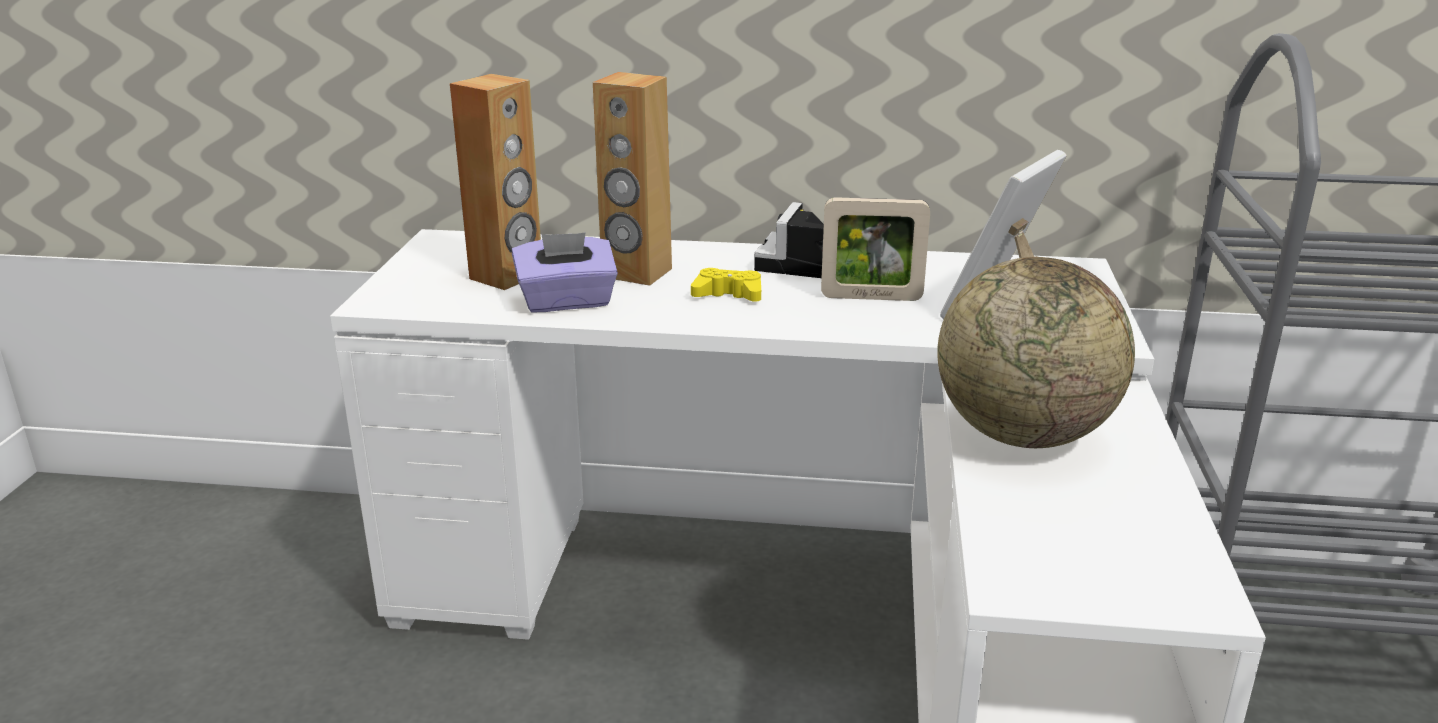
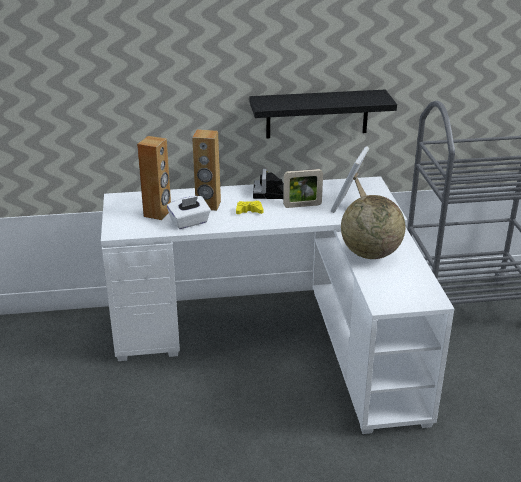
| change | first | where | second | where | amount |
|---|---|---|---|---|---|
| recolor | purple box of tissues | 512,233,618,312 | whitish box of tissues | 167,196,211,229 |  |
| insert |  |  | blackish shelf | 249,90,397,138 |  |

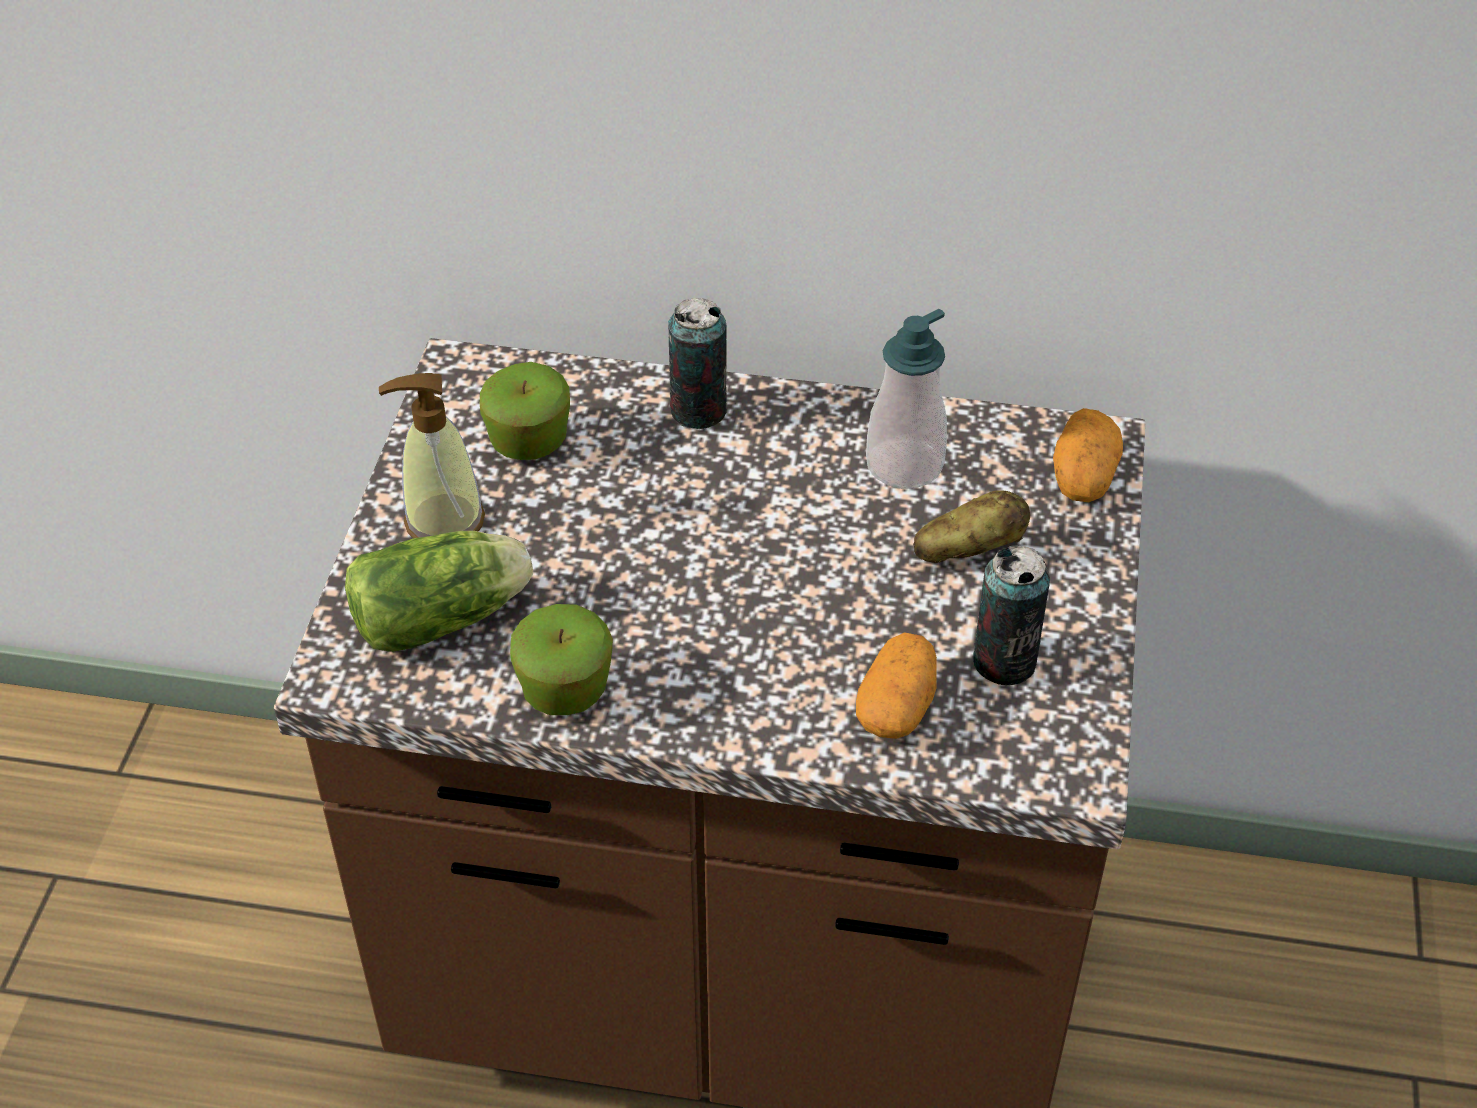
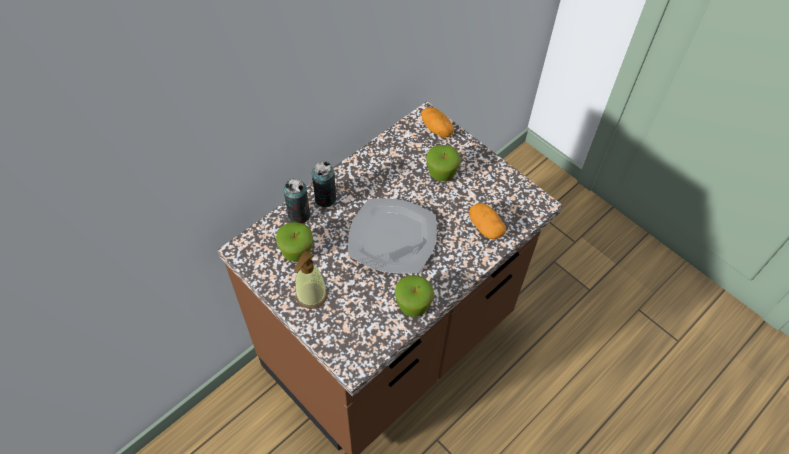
| change | first | where | second | where | amount |
|---|---|---|---|---|---|
| move | sealed can | 973,545,1050,685 |  | 284,178,310,223 |  |
| insert |  |  | plate | 348,199,437,274 |  |
| replace | whole potato | 913,490,1030,563 | whole apple | 426,145,461,181 |  |
| delete | lettuce head | 345,531,533,652 |  |  |  |
| delete | liquid soap bottle | 866,309,947,489 |  |  |  |

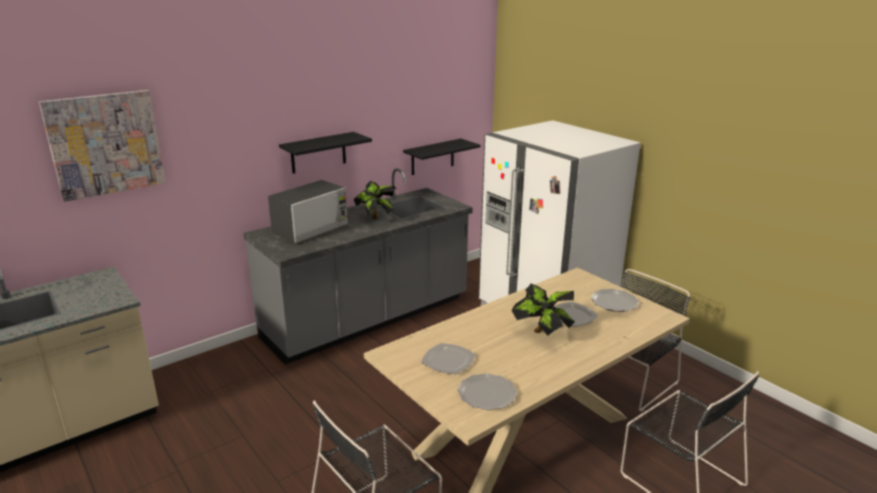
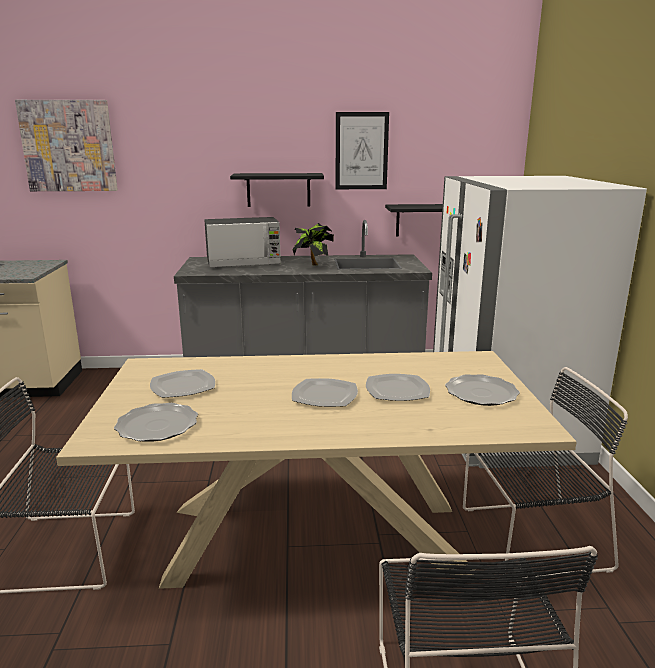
| change | first | where | second | where | amount |
|---|---|---|---|---|---|
| replace | potted plant | 511,284,575,336 | plate | 292,378,358,407 |  |
| insert |  |  | wall picture | 336,112,389,189 |  |

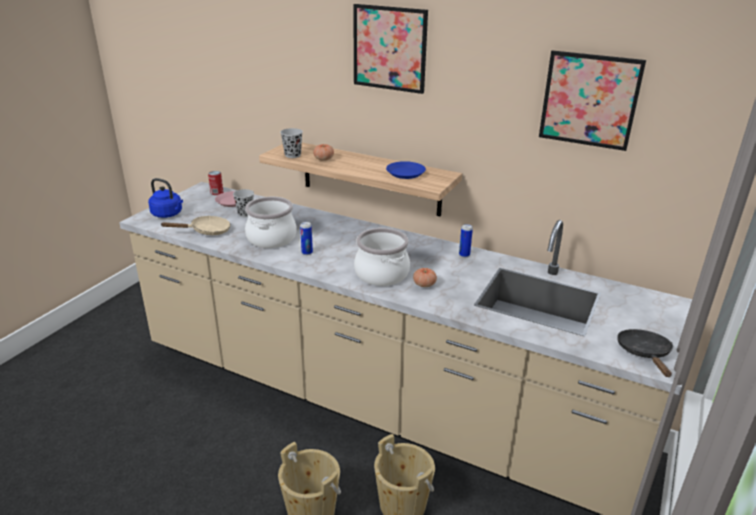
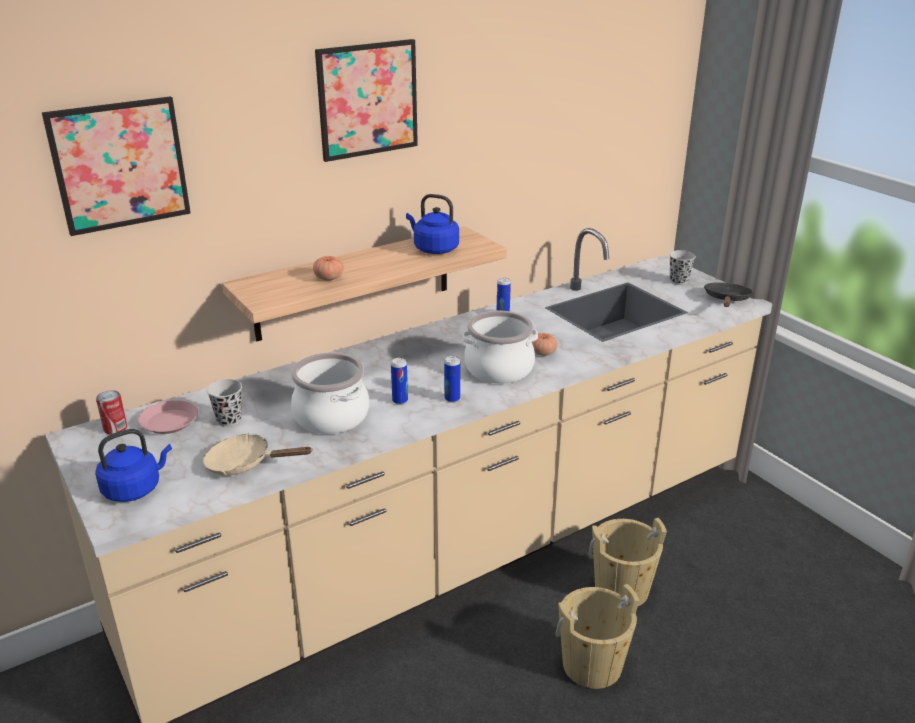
| change | first | where | second | where | amount |
|---|---|---|---|---|---|
| move | wall picture | 539,50,646,151 |  | 42,96,191,236 |  |
| rotate | beige-coloured skillet | 160,216,231,235 |  | 203,434,313,475 | 90 degrees counterclockwise |
| replace | bluish plate | 386,161,426,179 | bluish tea kettle | 406,194,459,254 |  |
| insert |  |  | sealed can | 444,356,460,403 |  |
| move | blackish cup | 280,128,303,158 |  | 669,250,696,285 |  |
| rotate | blackish skillet | 618,329,673,377 |  | 704,282,754,307 | 75 degrees clockwise |

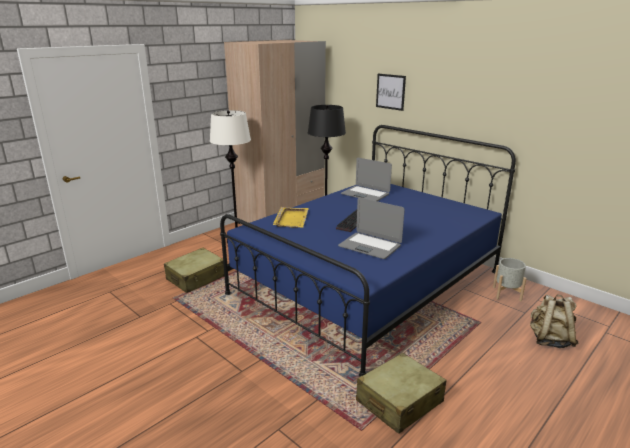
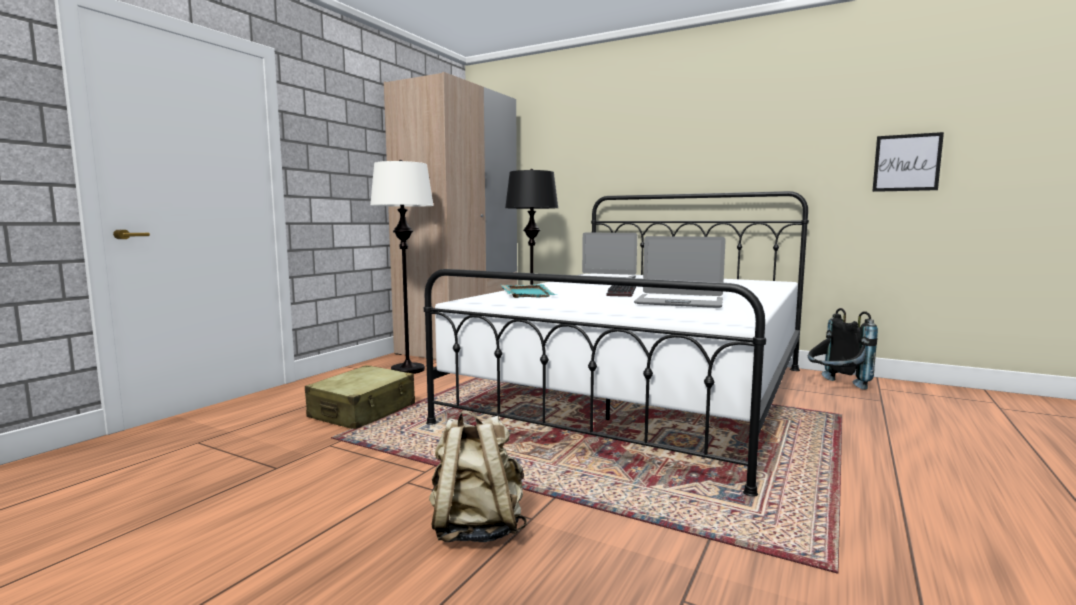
| change | first | where | second | where | amount |
|---|---|---|---|---|---|
| recolor | bluish bed | 220,125,516,377 | whitish bed | 424,191,809,497 |  |
| move | beige-coloured backpack | 530,294,578,348 |  | 429,410,527,542 |  |
| recolor | yellow serving tray | 273,207,309,228 | turquoise serving tray | 501,284,557,298 |  |
| replace | grey flower pot | 493,258,527,301 | blackish backpack | 808,308,878,390 |  |
| move | wall picture | 376,74,406,111 |  | 872,132,944,192 |  |
| delete | beige-coloured travel case | 356,353,446,434 |  |  |  |

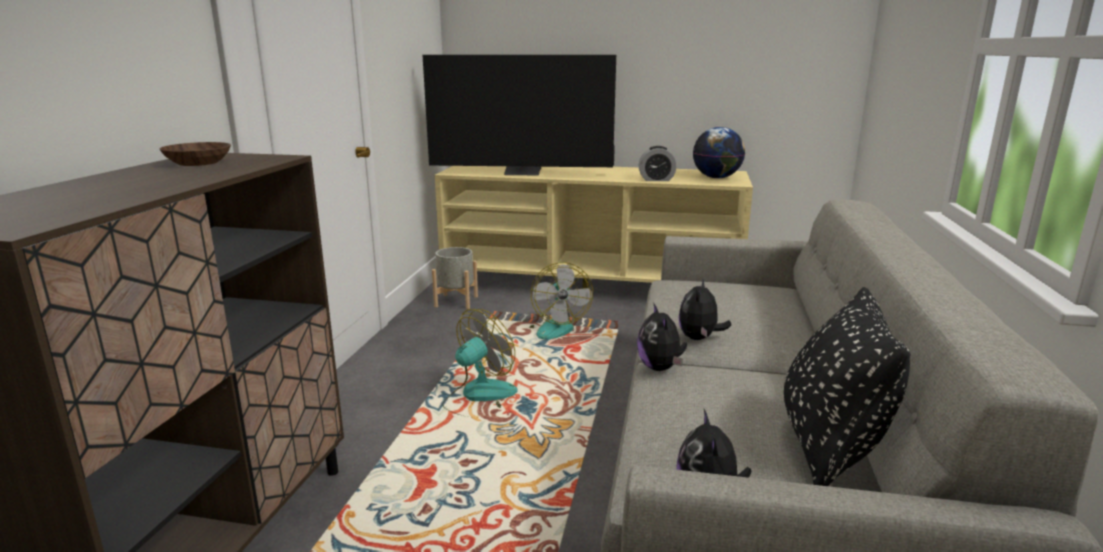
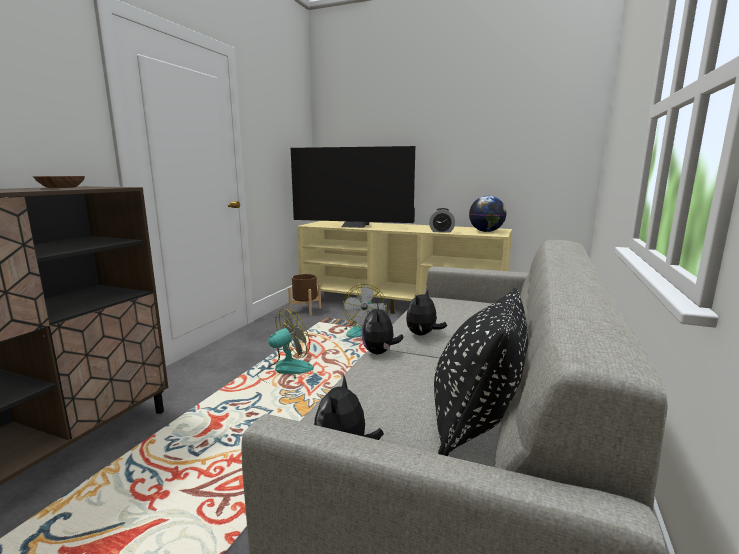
| change | first | where | second | where | amount |
|---|---|---|---|---|---|
| recolor | grey flower pot | 432,247,478,309 | brown flower pot | 288,274,321,315 |  |

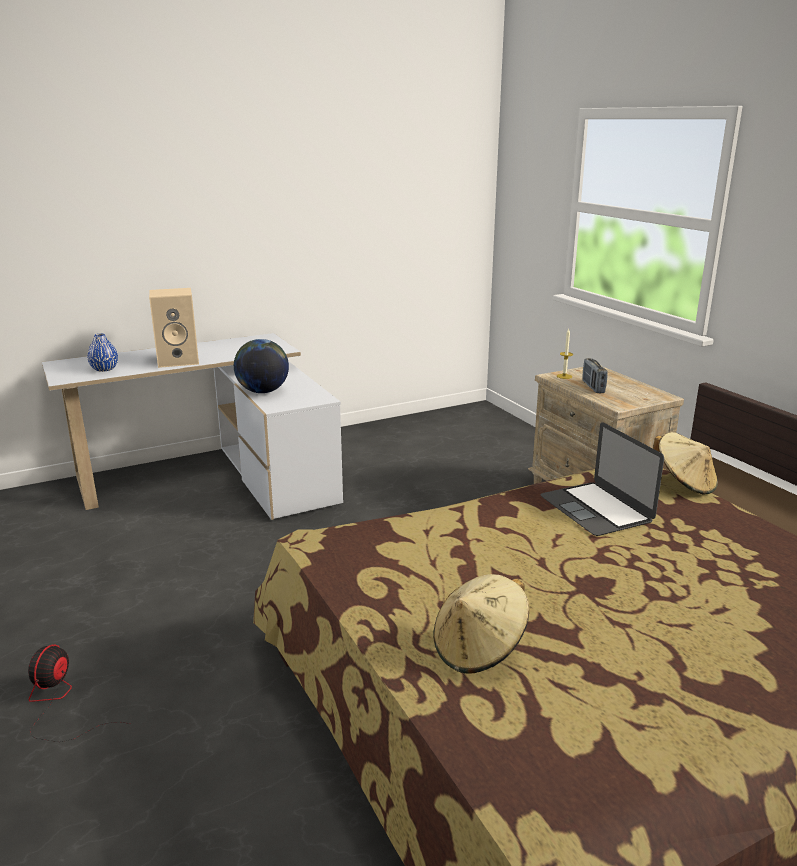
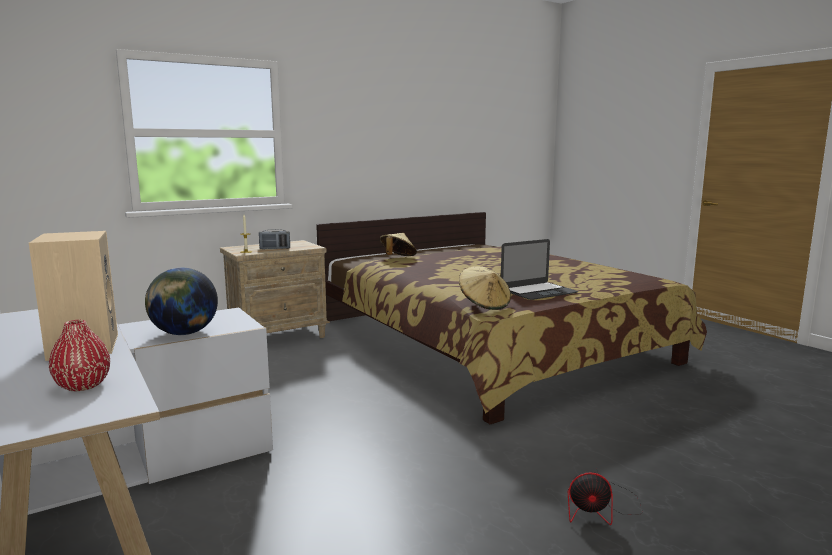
| change | first | where | second | where | amount |
|---|---|---|---|---|---|
| recolor | bluish vase | 87,334,118,372 | red-coloured vase | 49,320,110,391 |  |
| move | beige-coloured clothing hat | 433,574,529,674 |  | 459,266,511,310 |  |
| move | laptop | 541,422,664,536 |  | 501,239,578,300 |  |

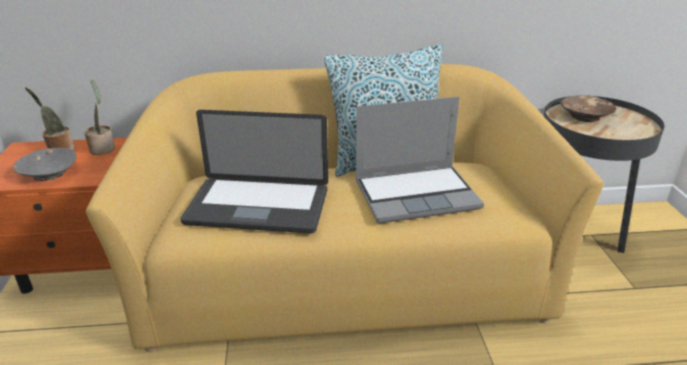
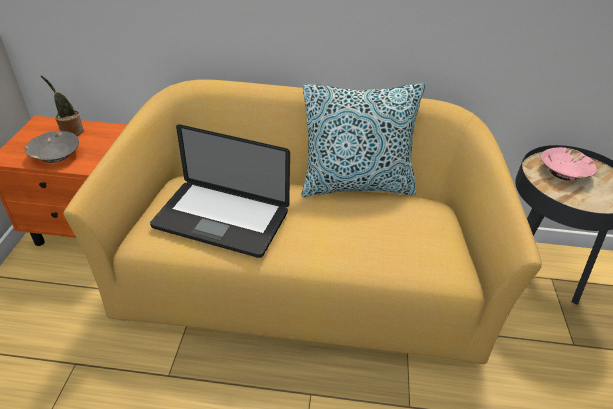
| change | first | where | second | where | amount |
|---|---|---|---|---|---|
| recolor | brown serving bowl | 560,95,616,122 | pink serving bowl | 541,147,597,181 |  |
| delete | potted plant | 84,80,115,155 |  |  |  |
| delete | laptop | 355,97,484,223 |  |  |  |

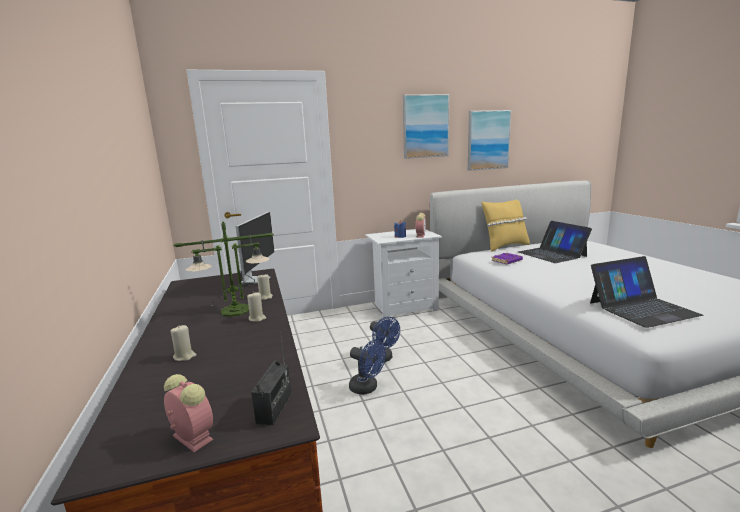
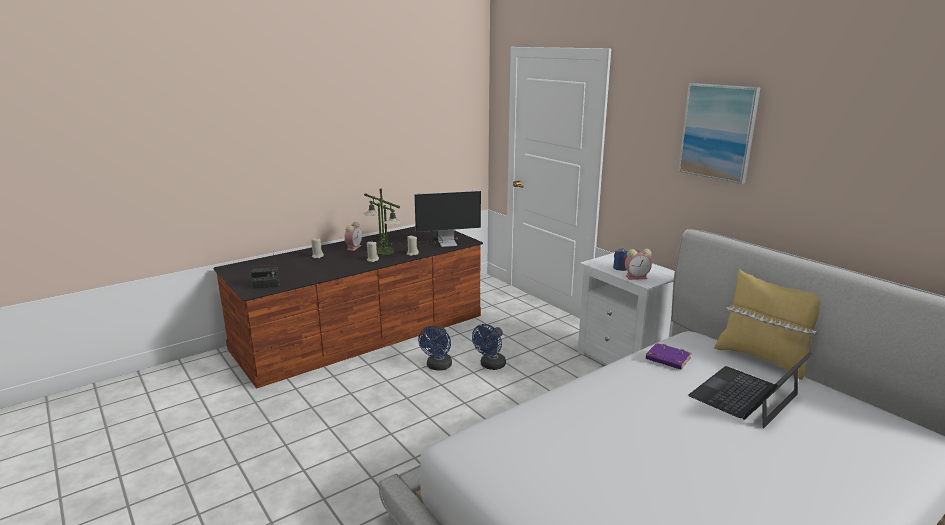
| change | first | where | second | where | amount |
|---|---|---|---|---|---|
| move | bedside clock | 164,374,213,452 |  | 345,222,362,251 |  |
| delete | wall picture | 468,110,511,171 |  |  |  |
| delete | laptop | 590,256,703,328 |  |  |  |

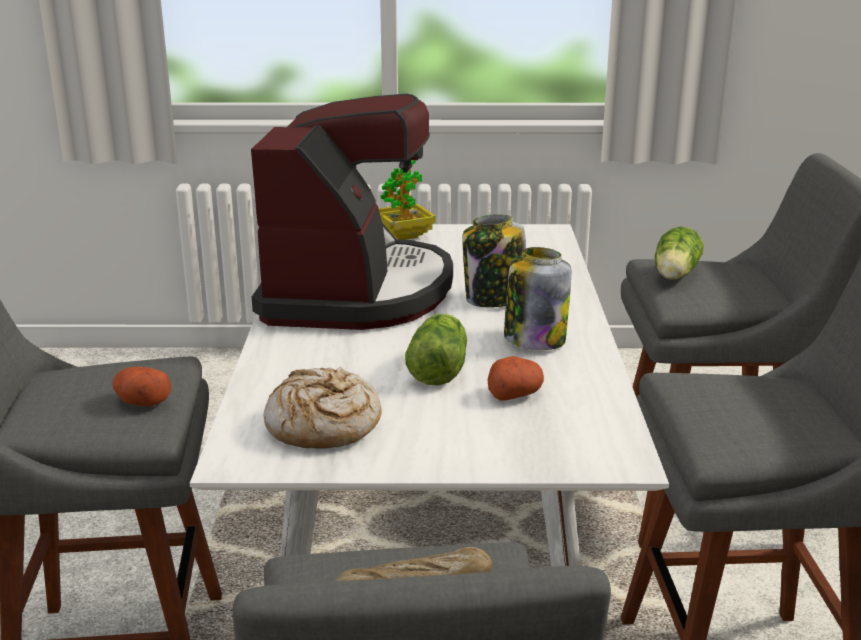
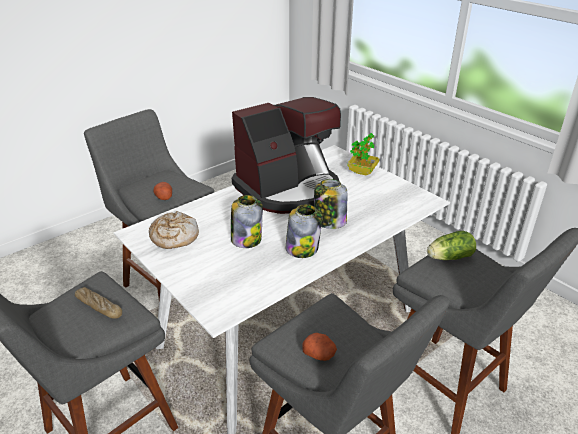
| change | first | where | second | where | amount |
|---|---|---|---|---|---|
| replace | lettuce head | 405,314,467,385 | storage jar | 231,195,263,248 |  |
| move | whole potato | 488,356,544,401 |  | 302,333,337,361 |  |

